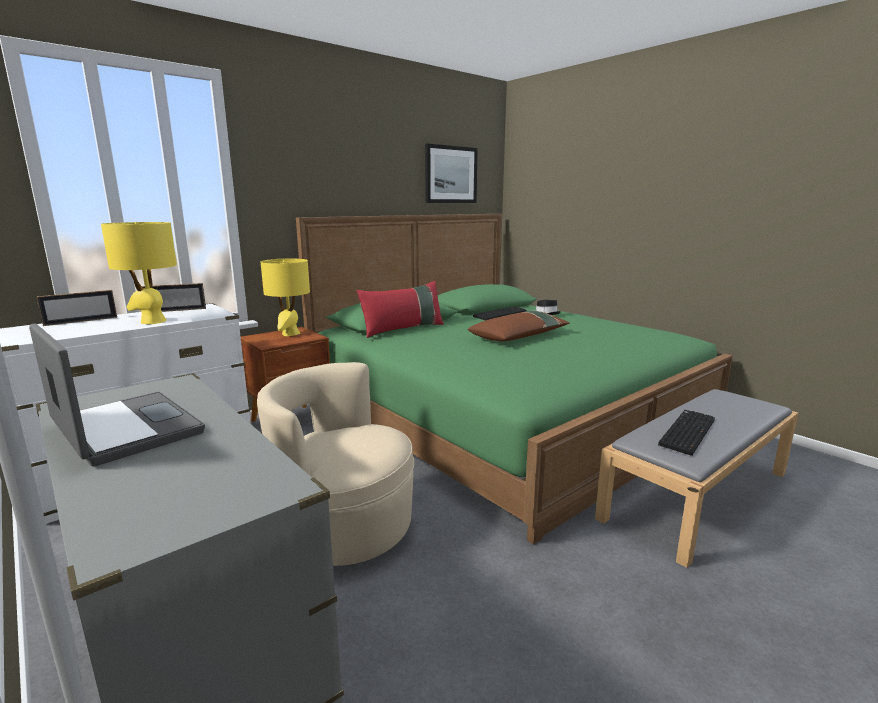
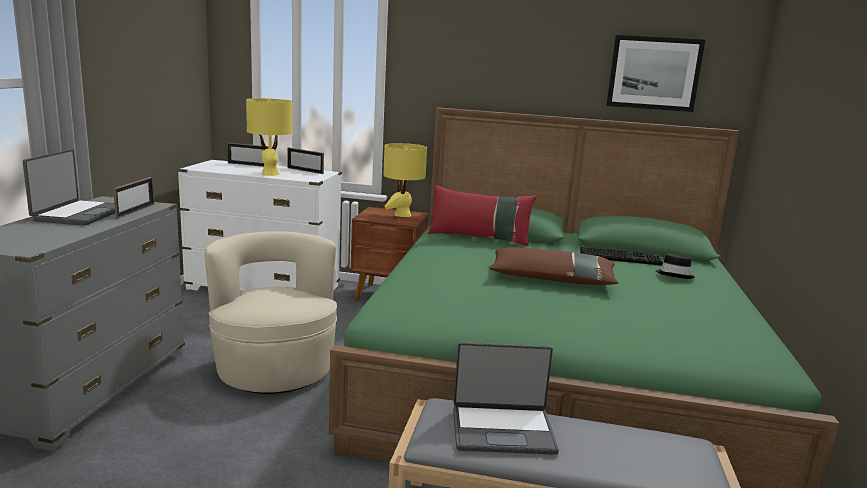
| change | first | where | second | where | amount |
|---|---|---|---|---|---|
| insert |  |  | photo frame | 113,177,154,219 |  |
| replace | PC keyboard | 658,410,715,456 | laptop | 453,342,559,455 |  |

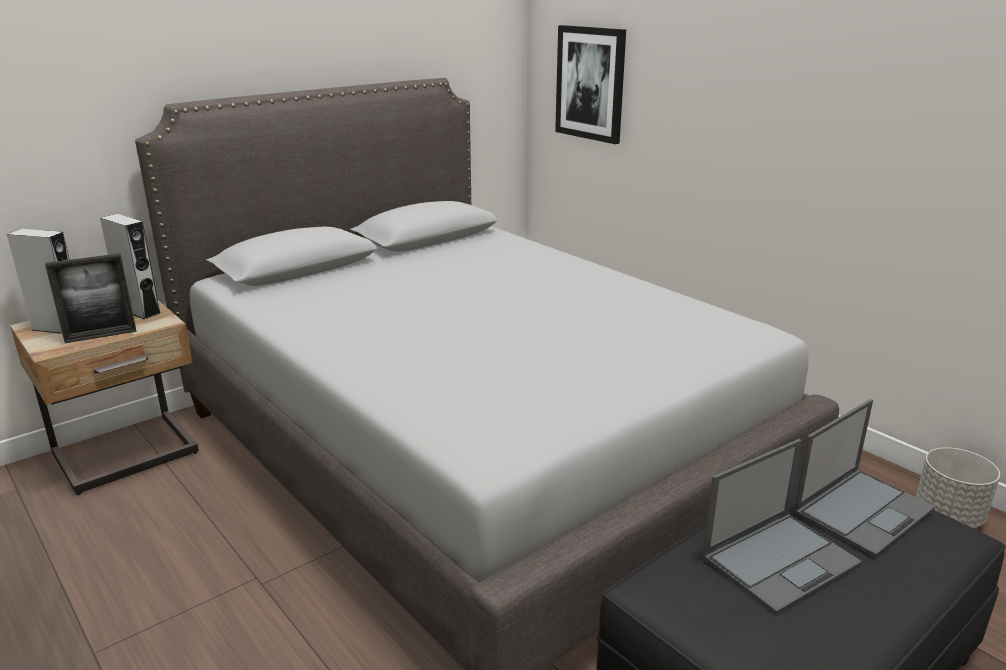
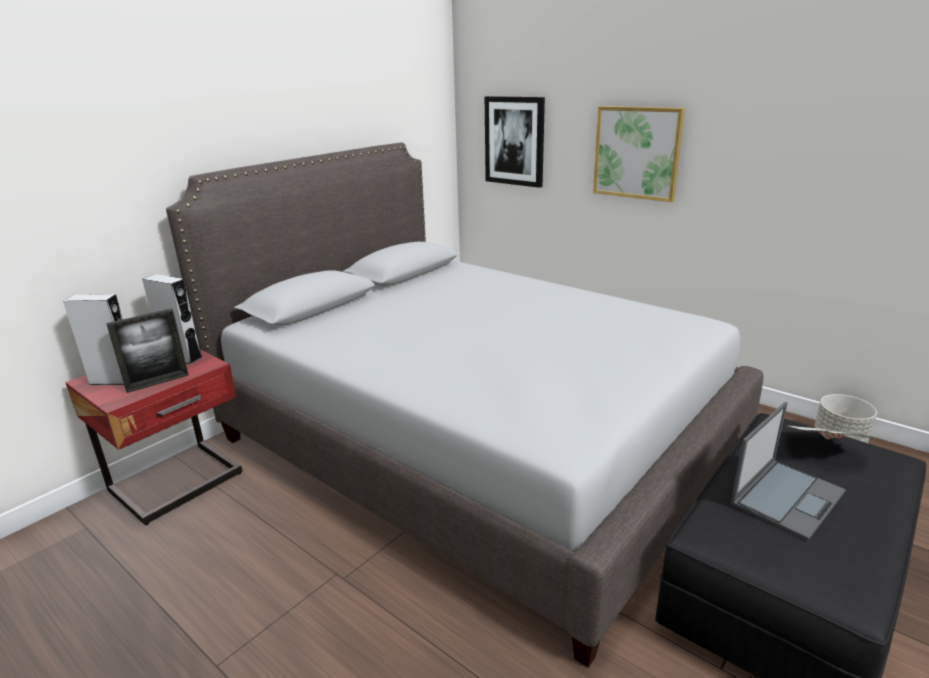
| change | first | where | second | where | amount |
|---|---|---|---|---|---|
| recolor | beige-coloured nightstand | 10,300,199,495 | red-coloured nightstand | 65,350,243,525 |  |
| insert |  |  | wall picture | 593,106,685,202 |  |
| replace | laptop | 793,399,936,557 | daily paper | 787,426,874,440 |  |

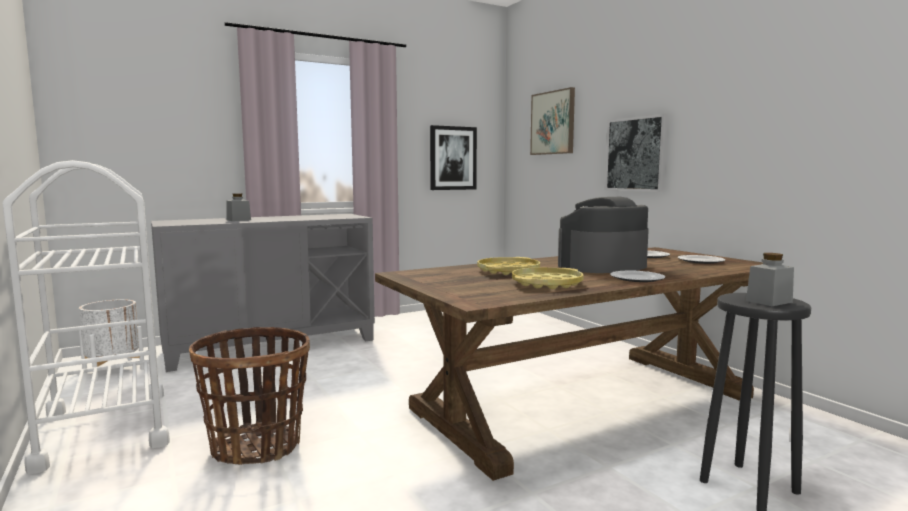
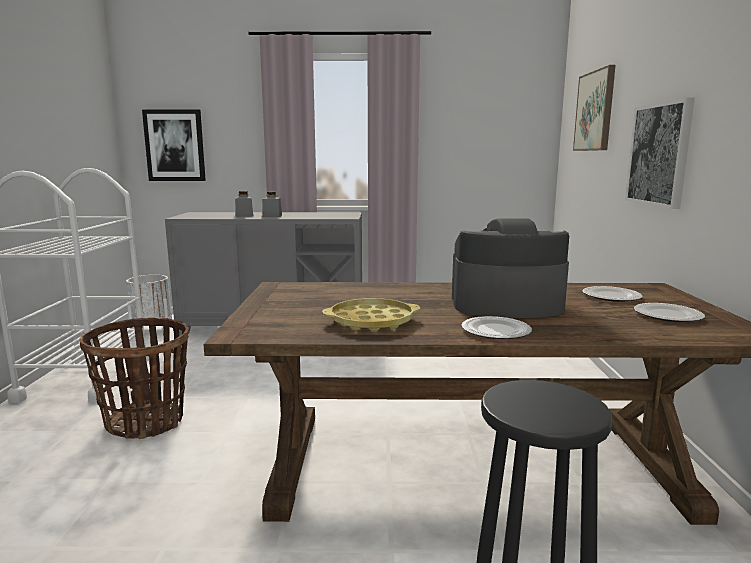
| change | first | where | second | where | amount |
|---|---|---|---|---|---|
| move | wall picture | 430,125,477,190 |  | 142,110,206,181 |  |
| move | grey storage jar | 746,253,794,306 |  | 262,192,282,217 |  |
| delete | yellow serving tray | 477,257,540,275 |  |  |  |

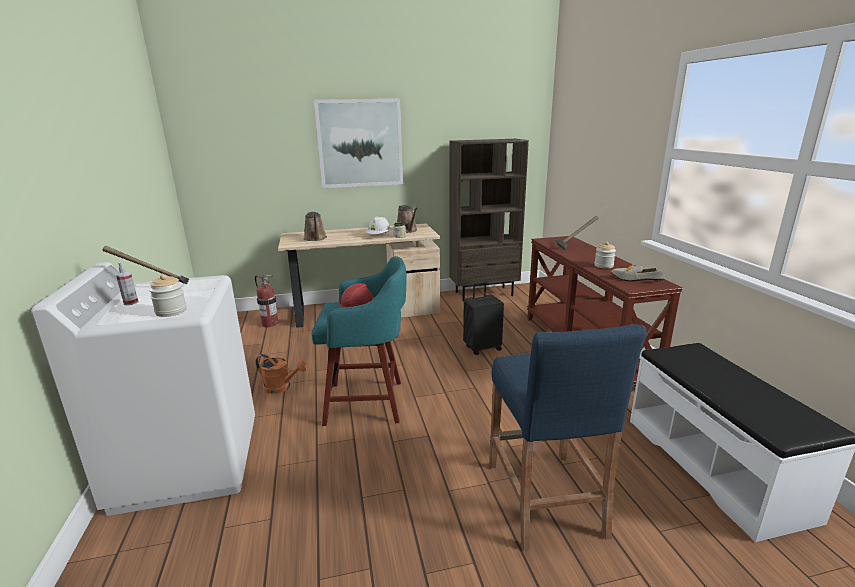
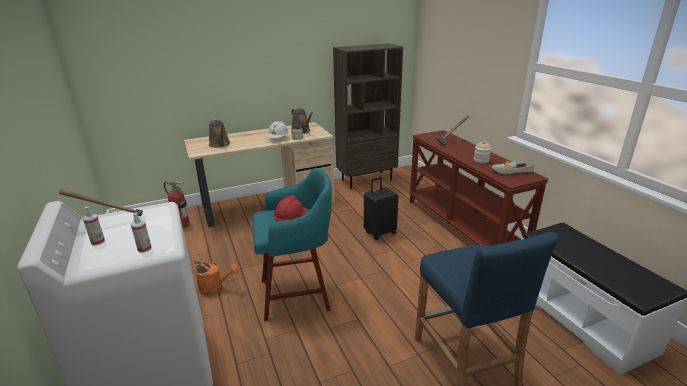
| change | first | where | second | where | amount |
|---|---|---|---|---|---|
| replace | storage jar | 149,274,187,317 | hand sprayer | 131,212,152,253 |  |
| delete | wall picture | 314,99,403,188 |  |  |  |

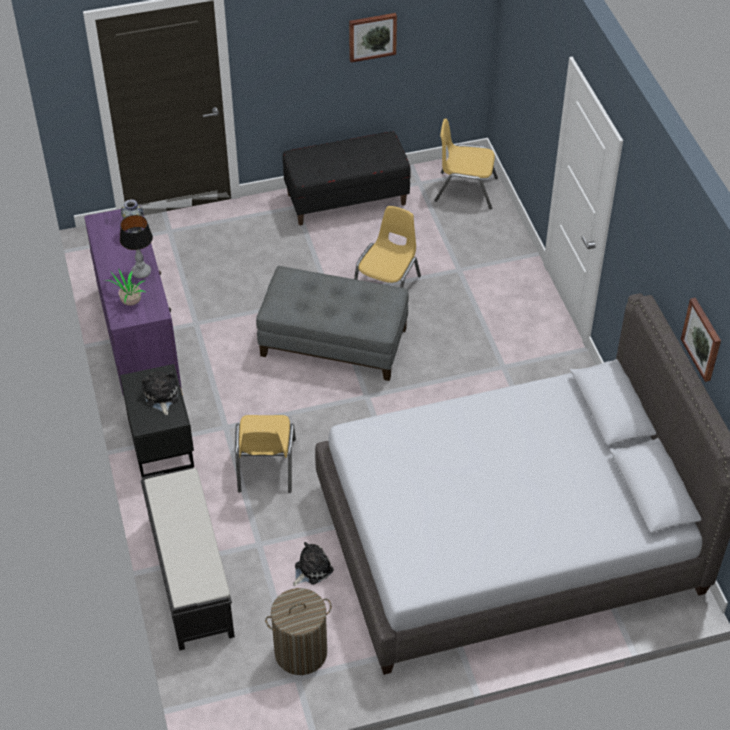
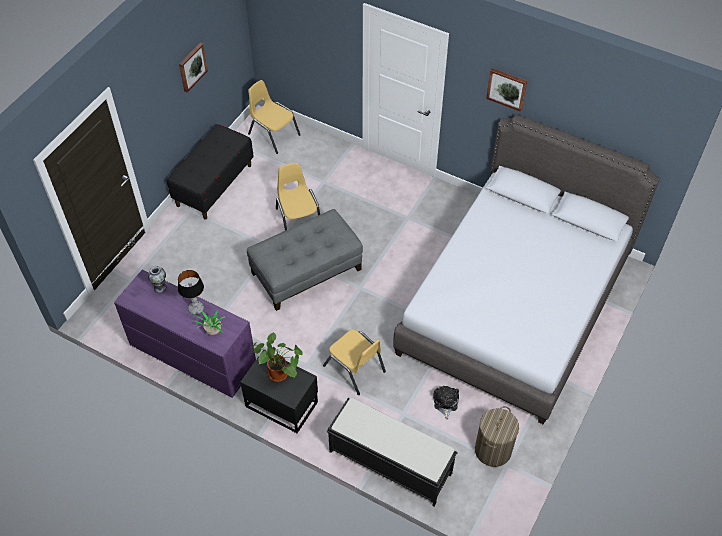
| change | first | where | second | where | amount |
|---|---|---|---|---|---|
| rotate | yellow upright chair | 434,119,498,210 |  | 248,80,301,154 | 75 degrees clockwise |
| replace | plush toy | 141,371,178,415 | potted plant | 251,332,303,382 |  |
| move | wall picture | 681,297,721,382 |  | 486,68,528,112 |  |

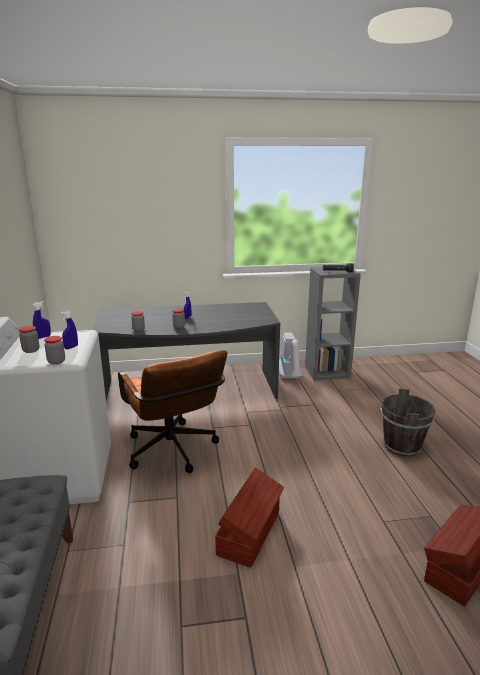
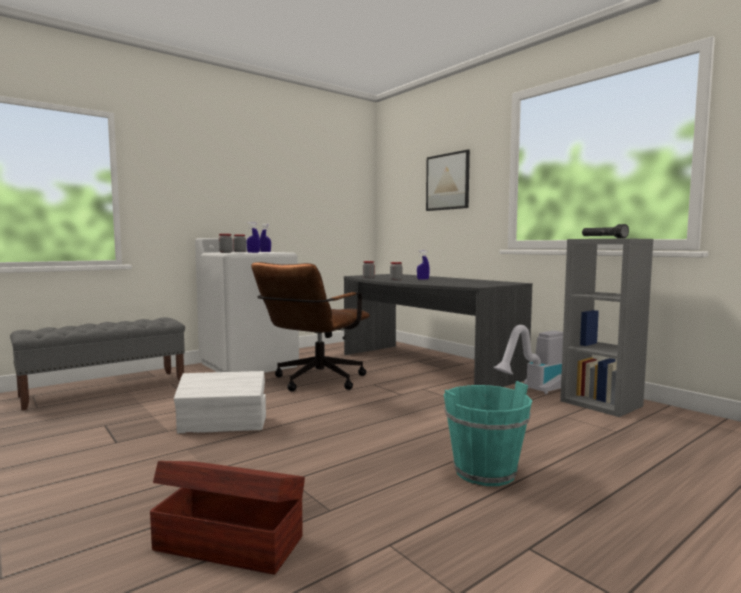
| change | first | where | second | where | amount |
|---|---|---|---|---|---|
| recolor | brown storage container | 215,468,285,568 | whitish storage container | 174,371,266,433 |  |
| insert |  |  | wall picture | 426,150,470,211 |  |
| recolor | brown water bucket | 381,389,436,457 | turquoise water bucket | 444,381,532,486 |  |

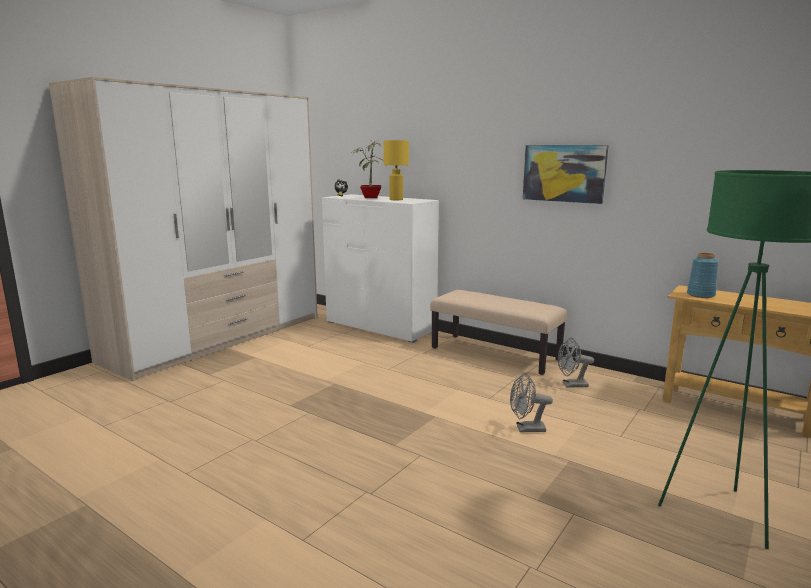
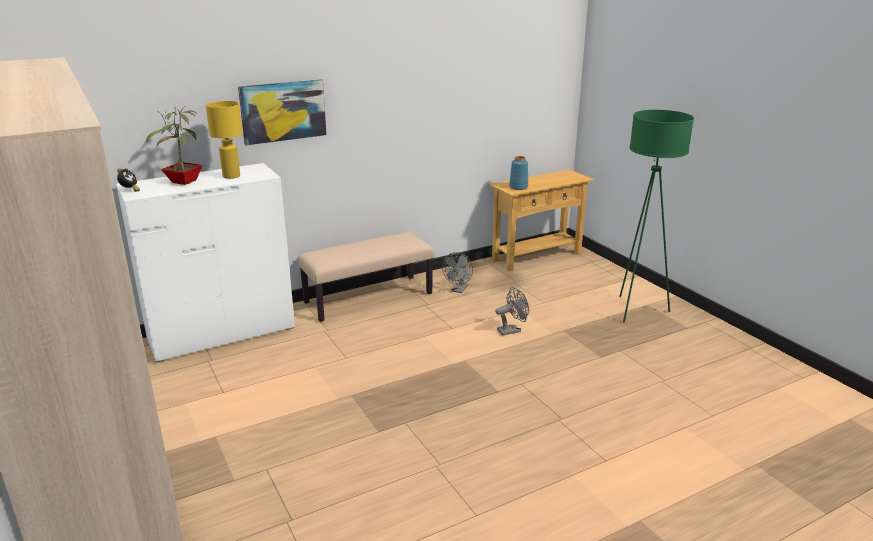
| change | first | where | second | where | amount |
|---|---|---|---|---|---|
| move | wall picture | 523,145,608,204 |  | 238,79,327,145 |  |
| rotate | grey fan | 510,373,553,432 |  | 495,287,529,336 | 135 degrees counterclockwise |

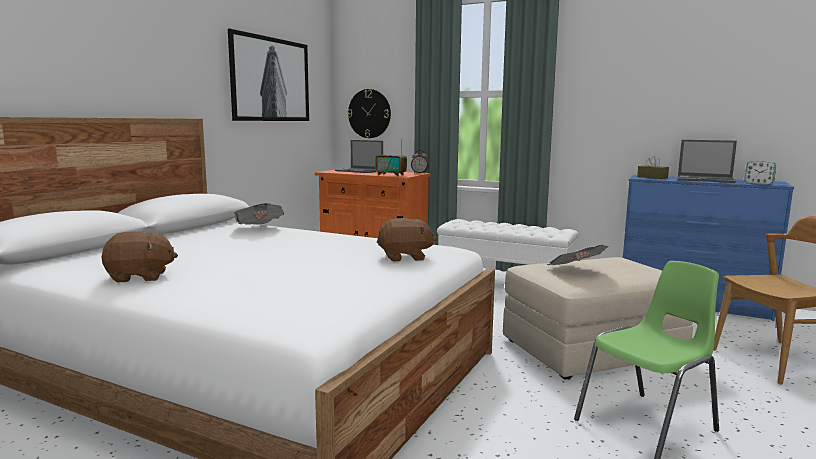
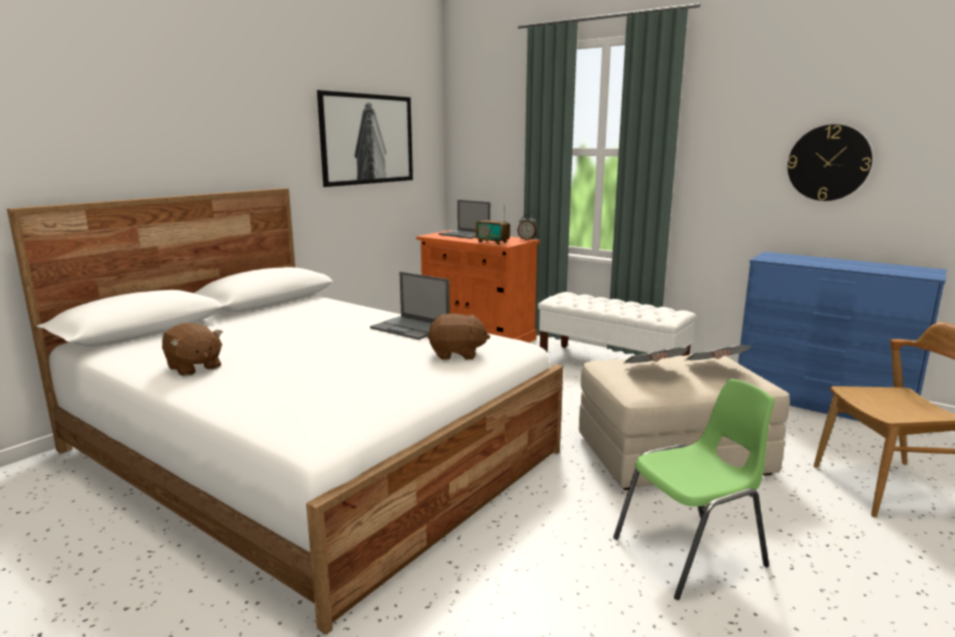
| change | first | where | second | where | amount |
|---|---|---|---|---|---|
| rotate | brown plush toy | 101,231,178,283 |  | 162,323,223,376 | 45 degrees clockwise |
| move | laptop | 678,140,737,183 |  | 370,272,450,340 |  |
| move | daily paper | 234,203,284,225 |  | 685,345,752,361 |  |
| move | clock on the wall | 348,89,391,138 |  | 788,124,872,201 |  |
| delete | brown box of tissues | 637,156,669,179 |  |  |  |
| delete | bedside clock | 745,161,776,185 |  |  |  |

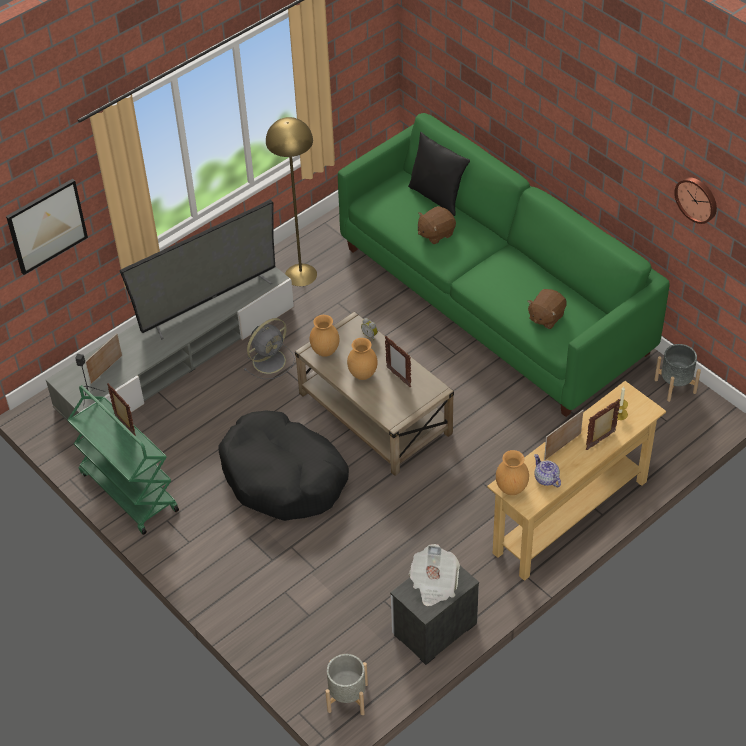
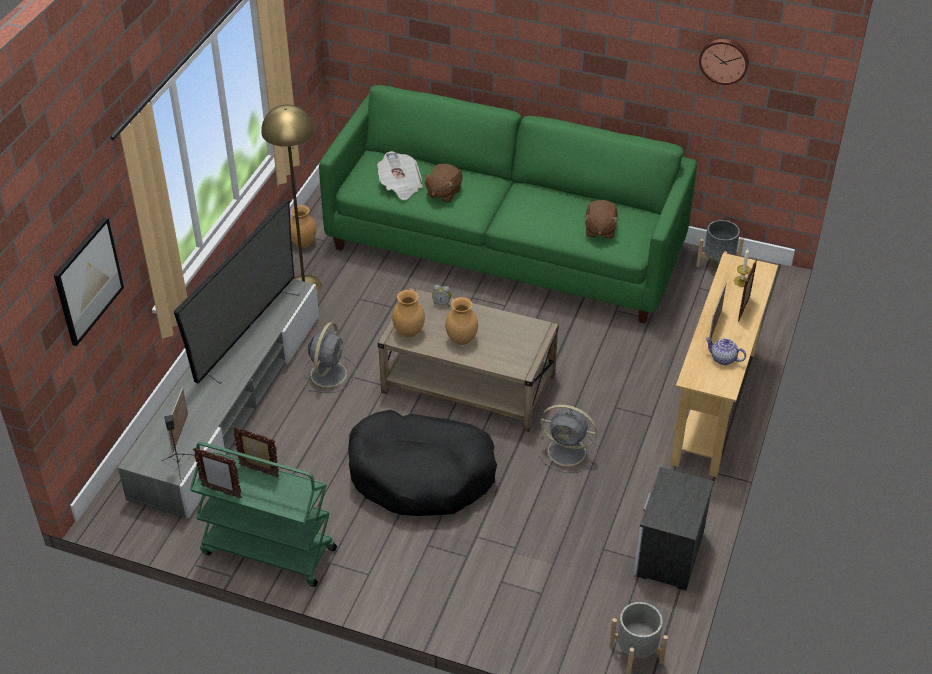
| change | first | where | second | where | amount |
|---|---|---|---|---|---|
| move | photo frame | 385,336,411,387 |  | 193,447,242,499 |  |
| move | brown vase | 496,450,529,495 |  | 290,205,316,247 |  |
| move | daily paper | 409,544,460,606 |  | 377,151,423,200 |  |
| insert |  |  | grey fan | 539,404,597,473 |  |
| delete | blackish cushion | 408,132,470,216 |  |  |  |

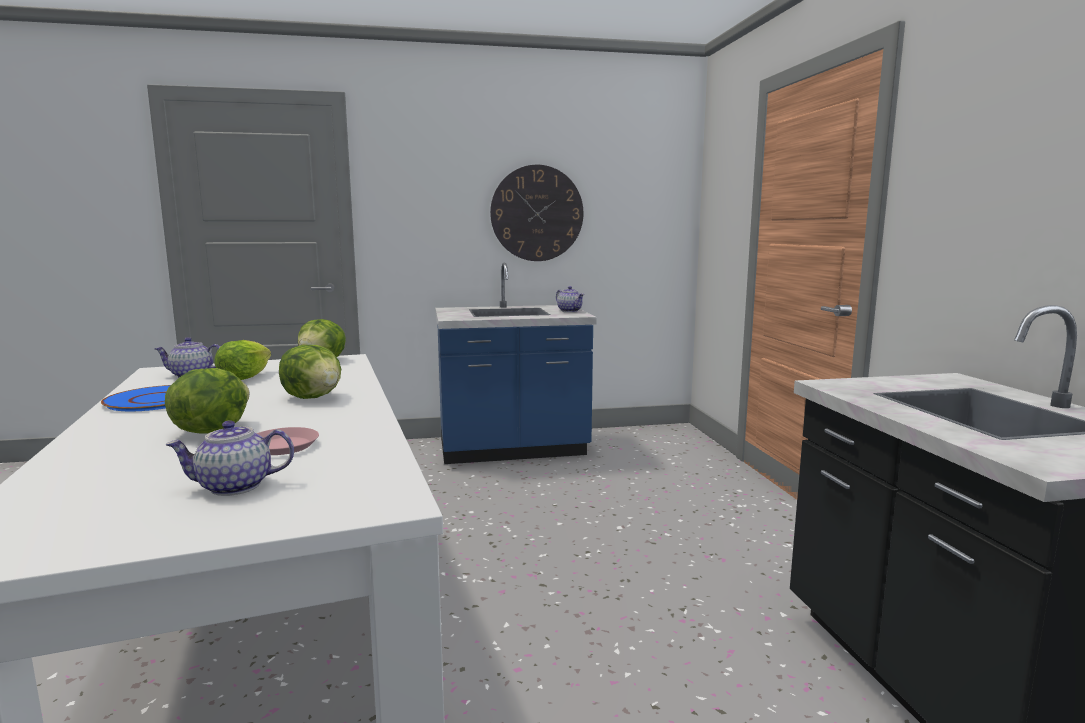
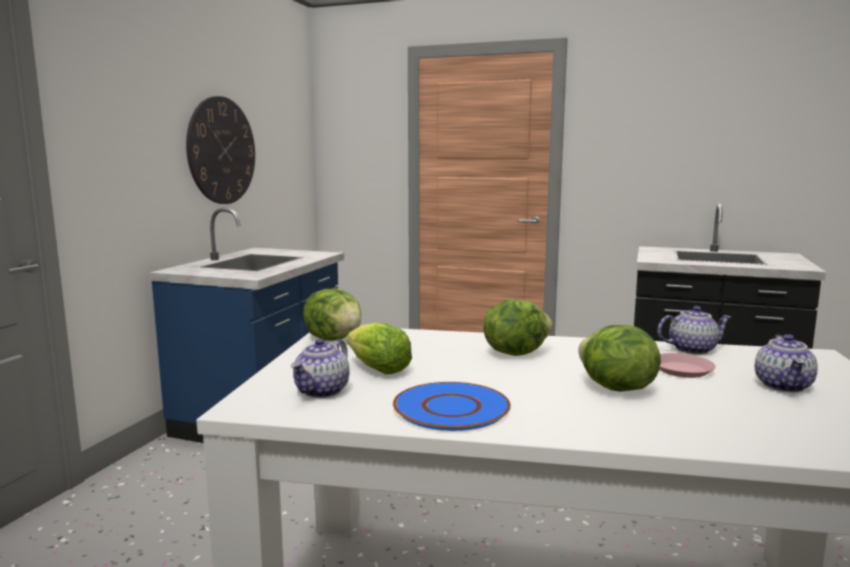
| change | first | where | second | where | amount |
|---|---|---|---|---|---|
| move | tea pot | 556,286,584,312 |  | 657,306,732,355 |  |

